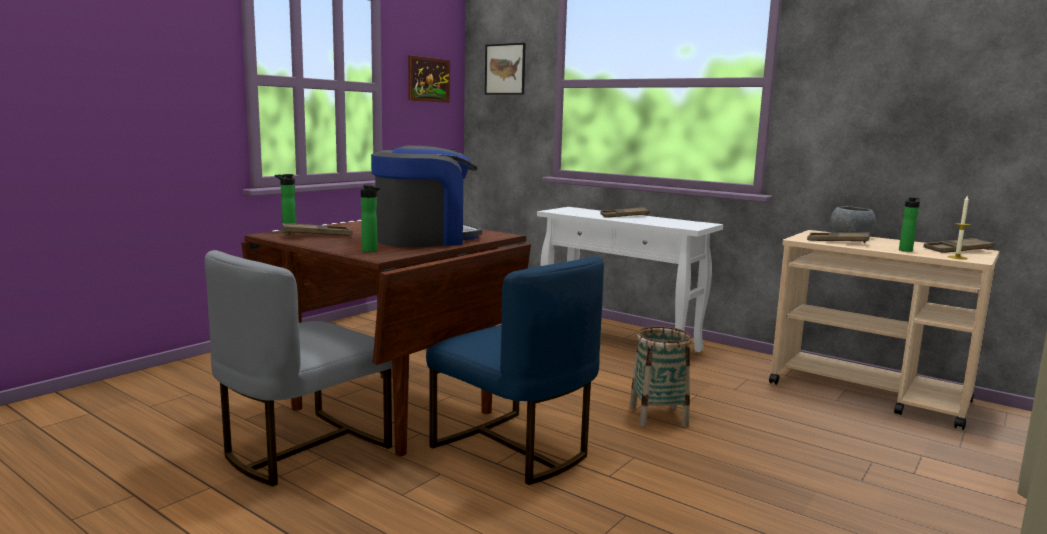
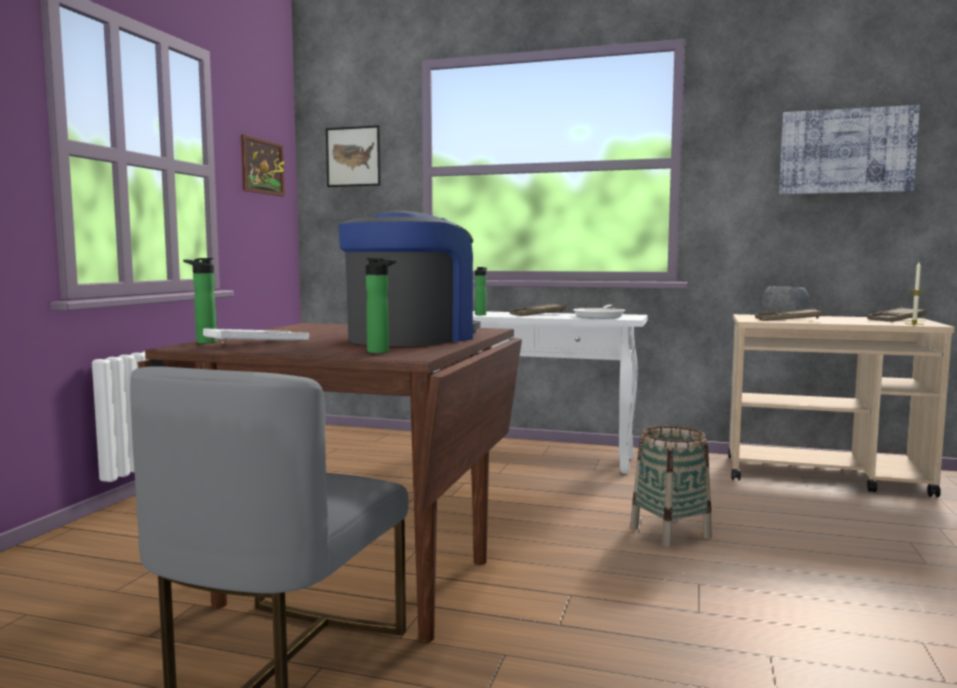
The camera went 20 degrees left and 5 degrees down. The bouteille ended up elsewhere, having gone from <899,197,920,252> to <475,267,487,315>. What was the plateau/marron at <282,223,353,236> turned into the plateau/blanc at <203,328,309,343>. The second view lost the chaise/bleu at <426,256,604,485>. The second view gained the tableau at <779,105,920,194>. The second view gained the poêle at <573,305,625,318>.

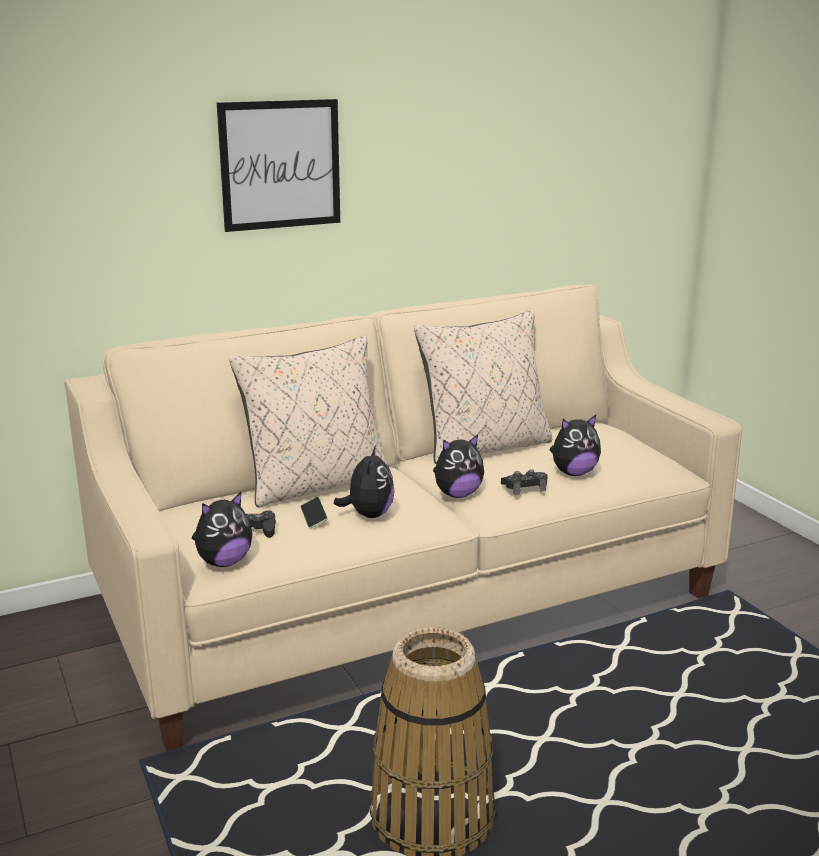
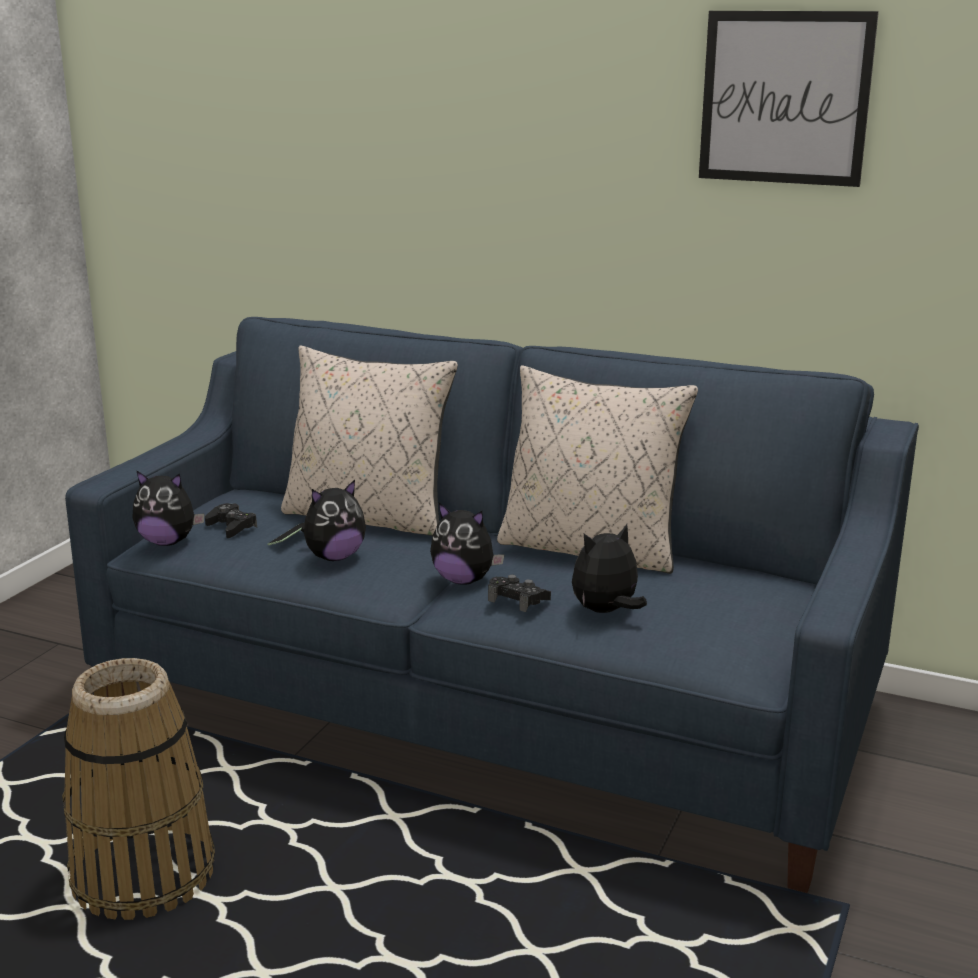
The camera went 50 degrees right and 0 degrees up. The tableau ended up elsewhere, having gone from <217,99,340,232> to <699,11,879,187>. What was the canapé/beige at <64,285,742,751> turned into the canapé/bleu at <65,317,919,893>. The peluche at <550,415,601,476> ended up facing another way, 120 degrees clockwise from before.

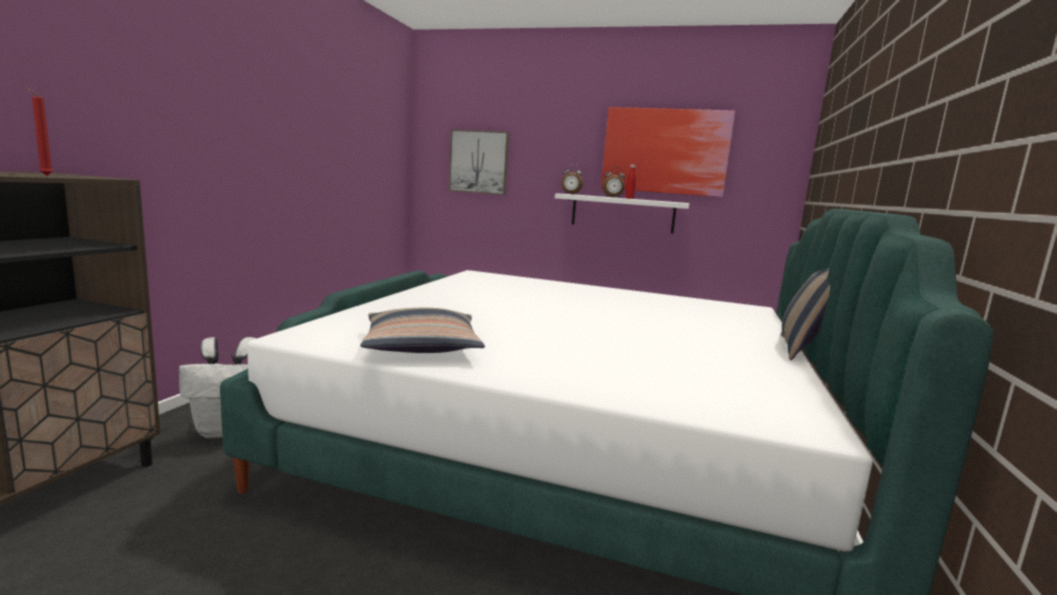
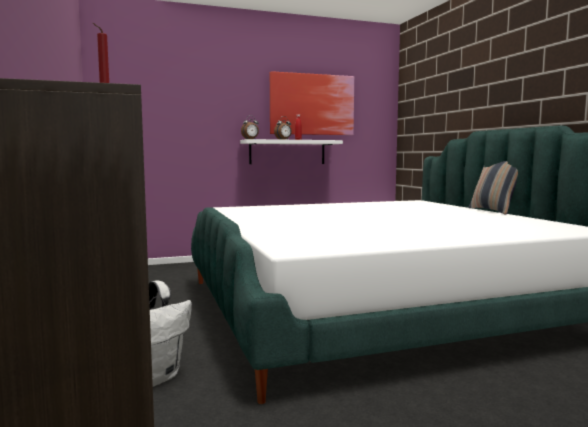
The camera went 35 degrees left and 5 degrees down. The second view lost the tableau at <449,129,509,195>. The second view lost the coussin at <360,307,485,353>.

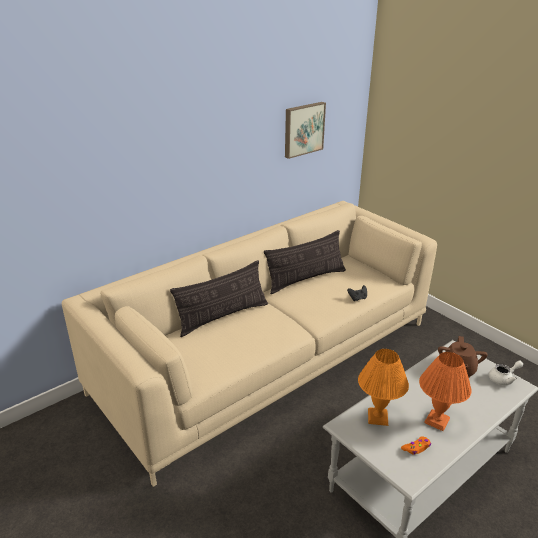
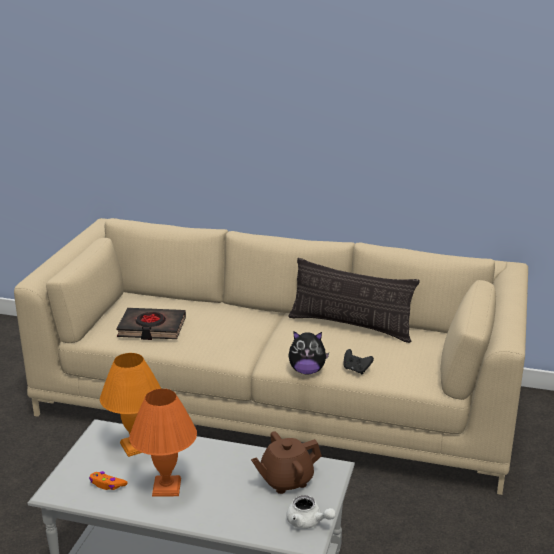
The camera went 55 degrees right and 5 degrees down. The second view lost the tableau at <285,102,326,159>. The second view lost the coussin at <170,260,268,337>. The second view gained the livre/noir at <116,308,186,340>. The second view gained the peluche at <288,332,329,375>.

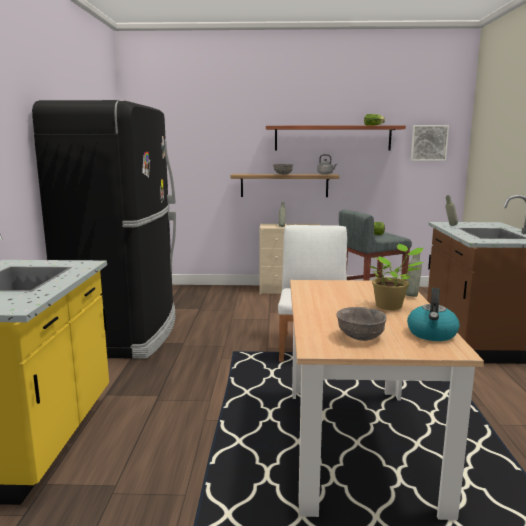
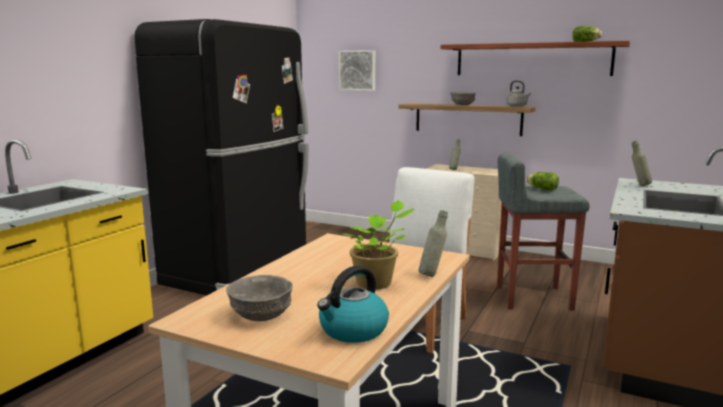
The camera went 25 degrees right and 0 degrees up. The tableau ended up elsewhere, having gone from <410,125,449,161> to <339,50,375,91>.

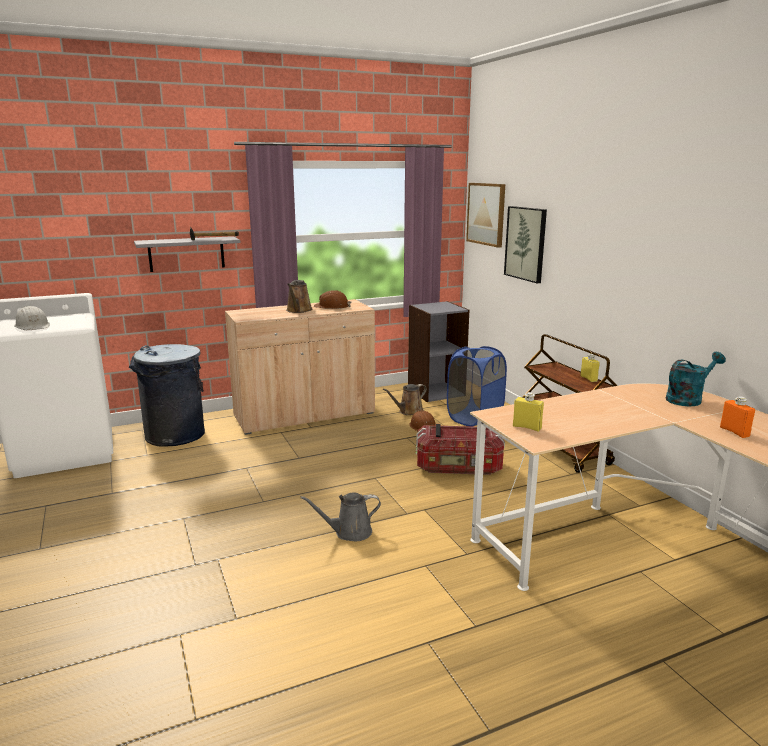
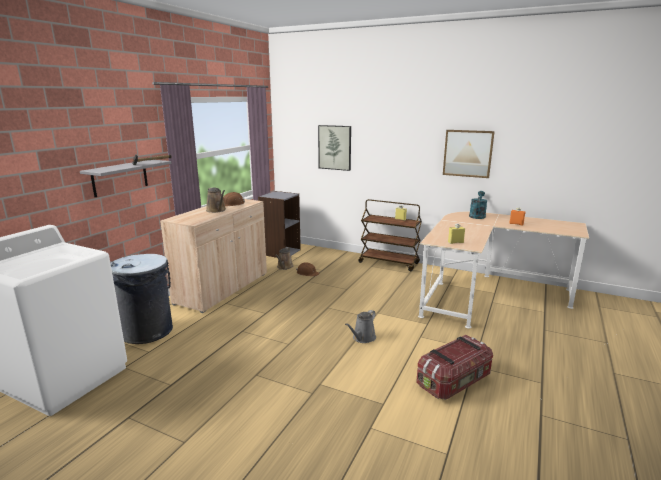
The camera went 40 degrees left and 0 degrees up. The tableau ended up elsewhere, having gone from <466,183,505,248> to <443,130,495,178>. The second view lost the casque de chantier/blanc at <14,306,50,330>. The second view lost the panier à linge/bleu at <447,346,507,427>. The boîte de rangement ended up elsewhere, having gone from <416,424,505,475> to <416,335,493,400>.

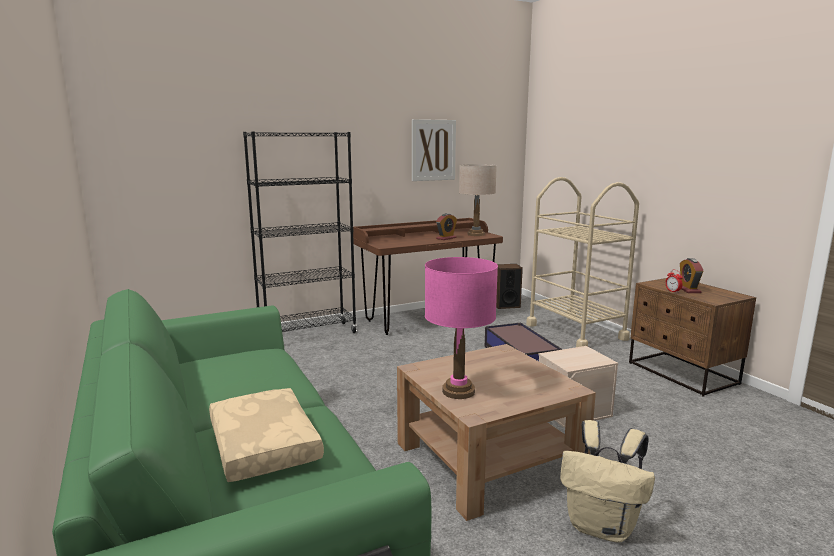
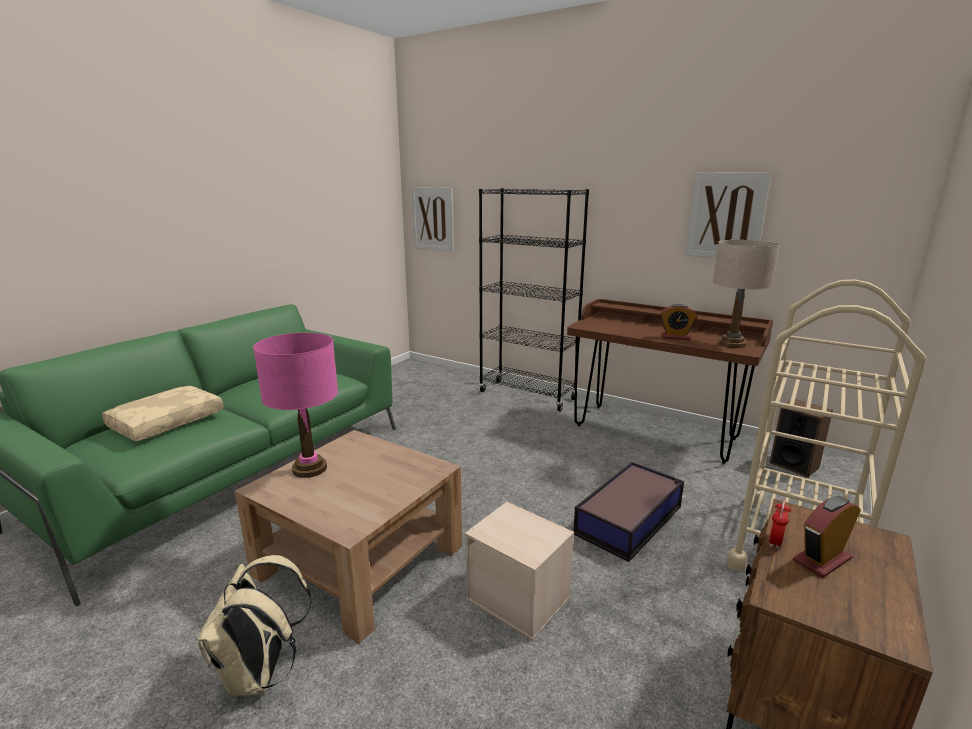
The camera went 60 degrees right and 5 degrees up. The second view gained the tableau at <411,187,454,252>.

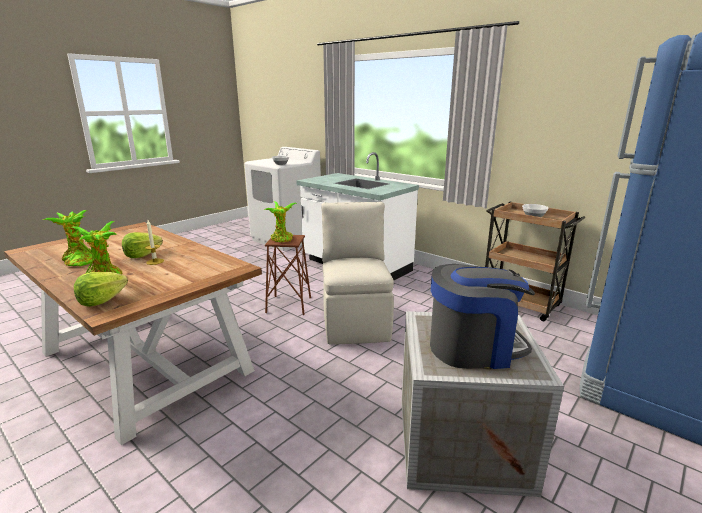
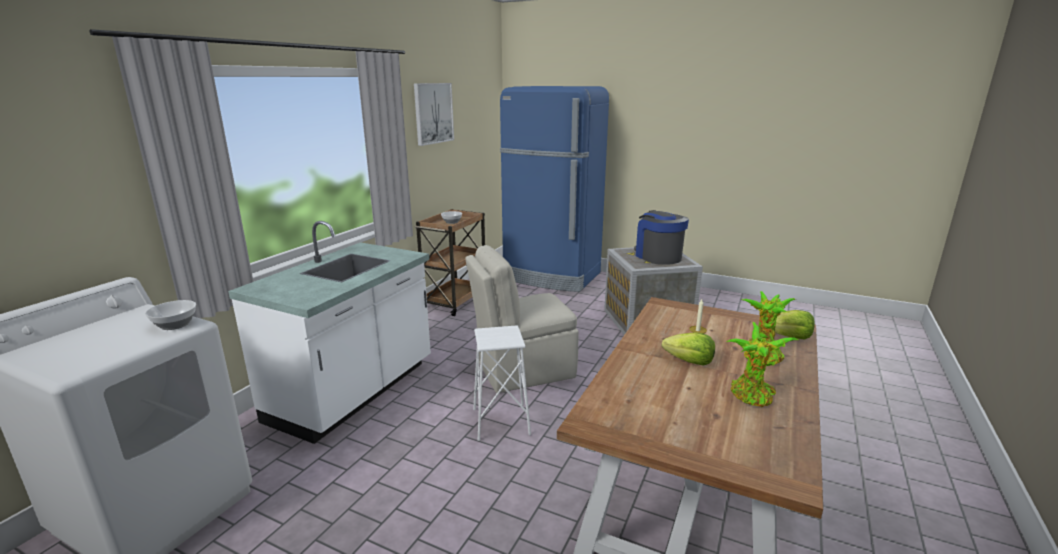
The camera went 105 degrees left and 0 degrees up. The second view lost the plante en pot at <264,201,297,242>. What was the tabouret/marron at <265,235,311,315> turned into the tabouret/blanc at <473,325,531,441>. The second view gained the tableau at <414,83,454,146>.

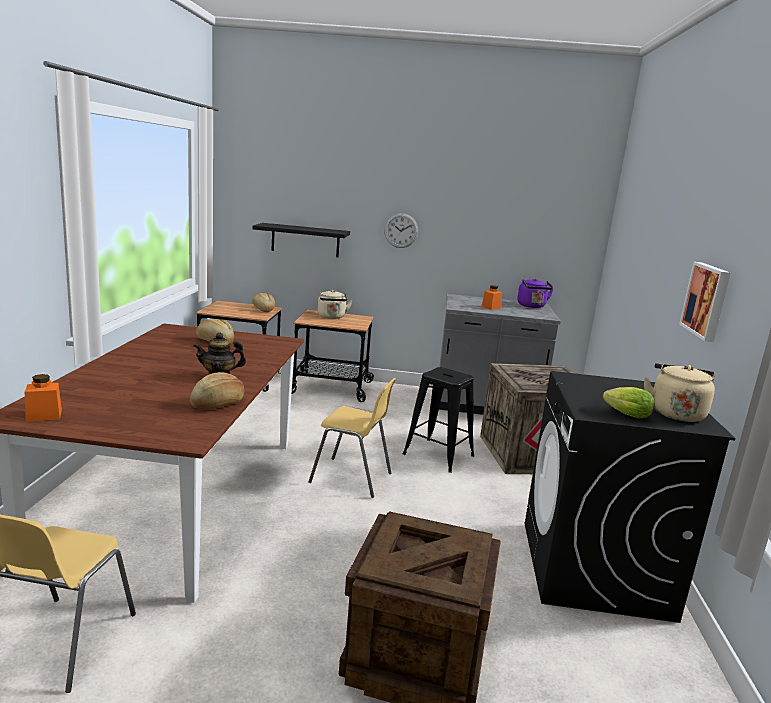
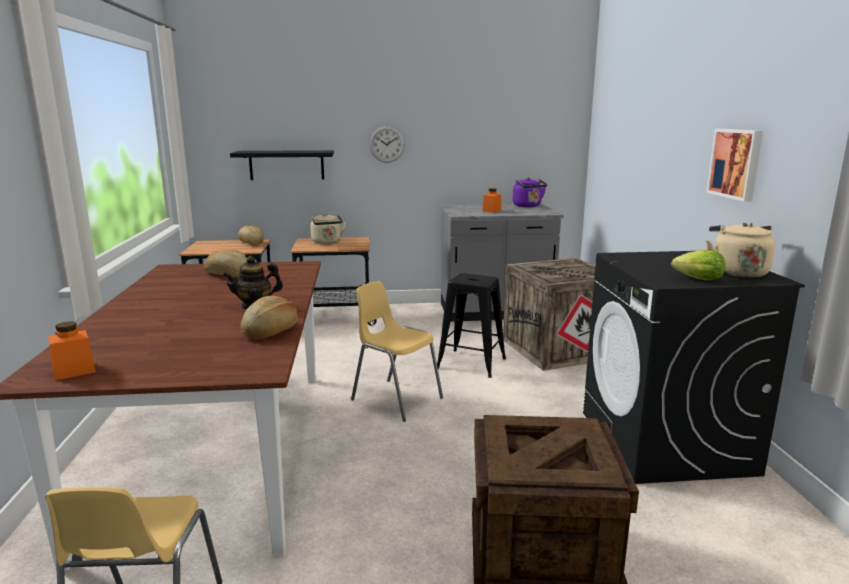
The camera went 10 degrees left and 0 degrees up. The chaise/jaune at <308,378,396,498> ended up facing another way, 150 degrees counterclockwise from before.

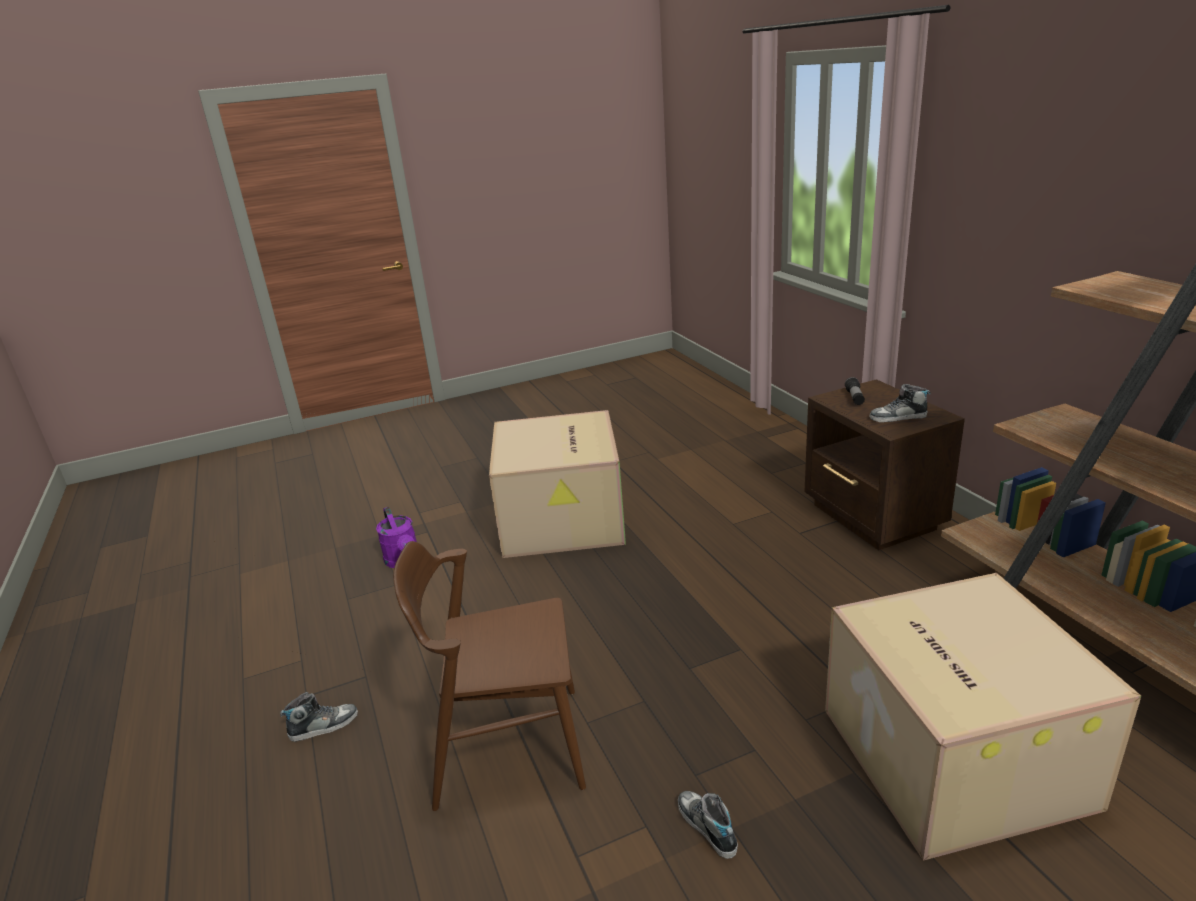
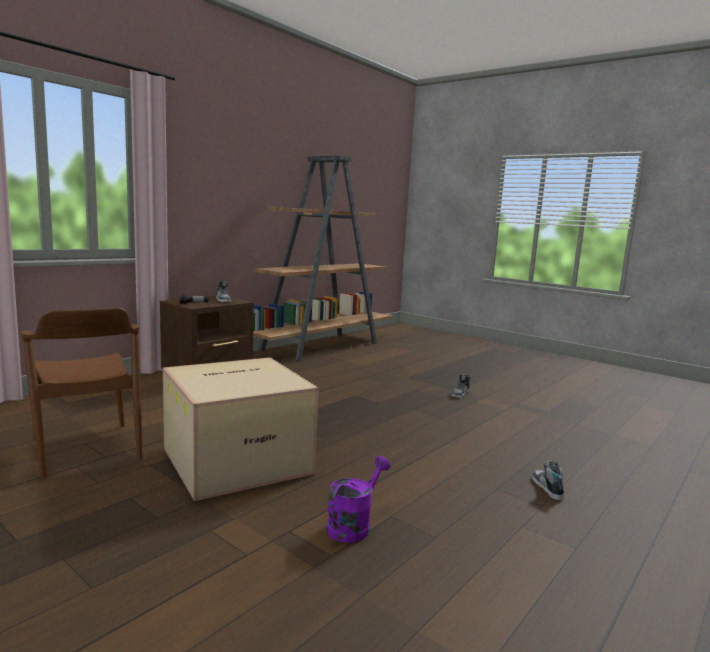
The camera went 120 degrees left and 15 degrees down. The chaise/marron ended up elsewhere, having gone from <393,541,586,811> to <22,307,142,479>. The second view lost the carton at <825,573,1141,861>. The chaussure at <280,692,358,742> ended up facing another way, 45 degrees clockwise from before.

